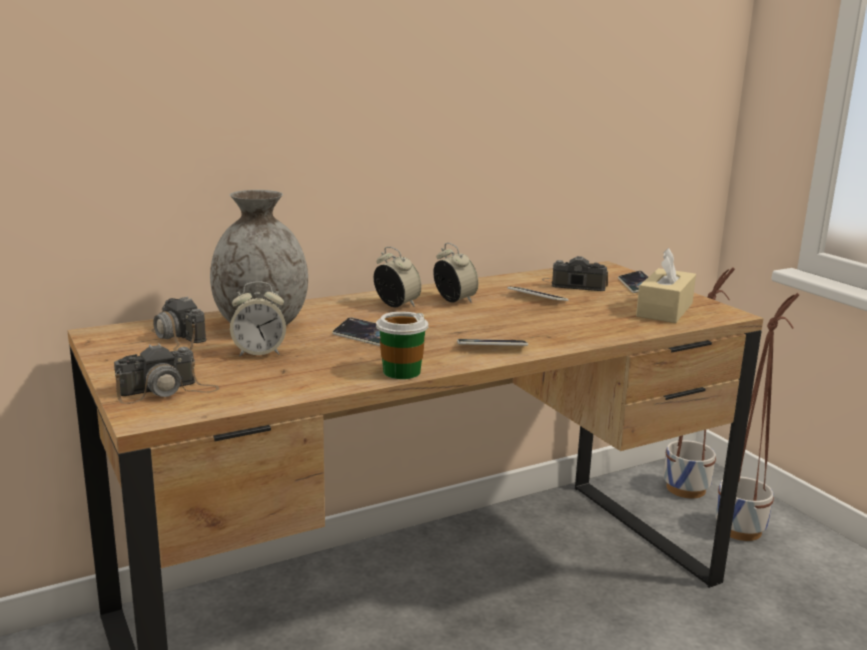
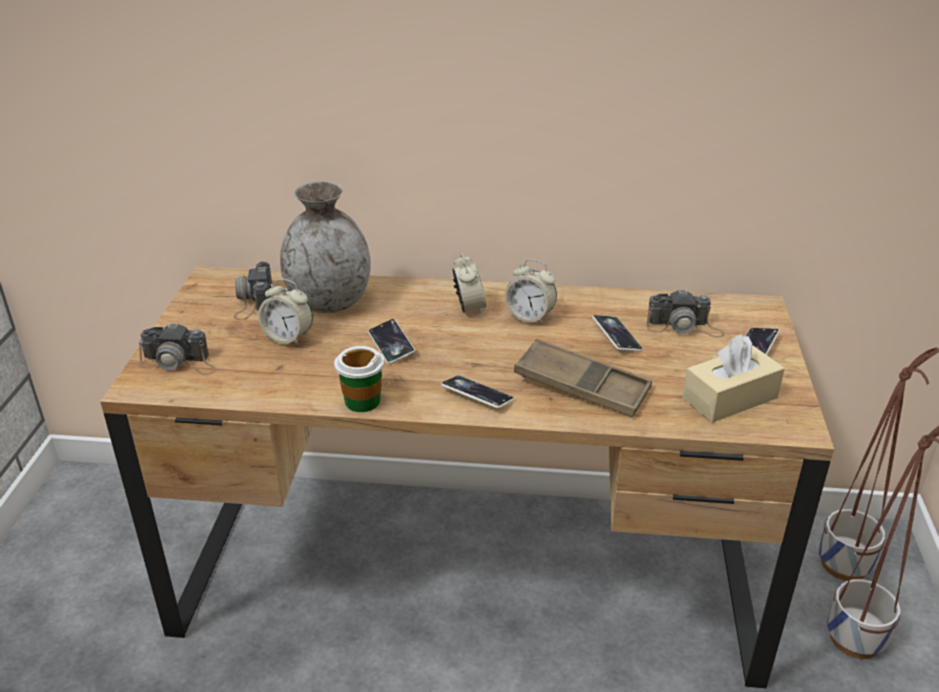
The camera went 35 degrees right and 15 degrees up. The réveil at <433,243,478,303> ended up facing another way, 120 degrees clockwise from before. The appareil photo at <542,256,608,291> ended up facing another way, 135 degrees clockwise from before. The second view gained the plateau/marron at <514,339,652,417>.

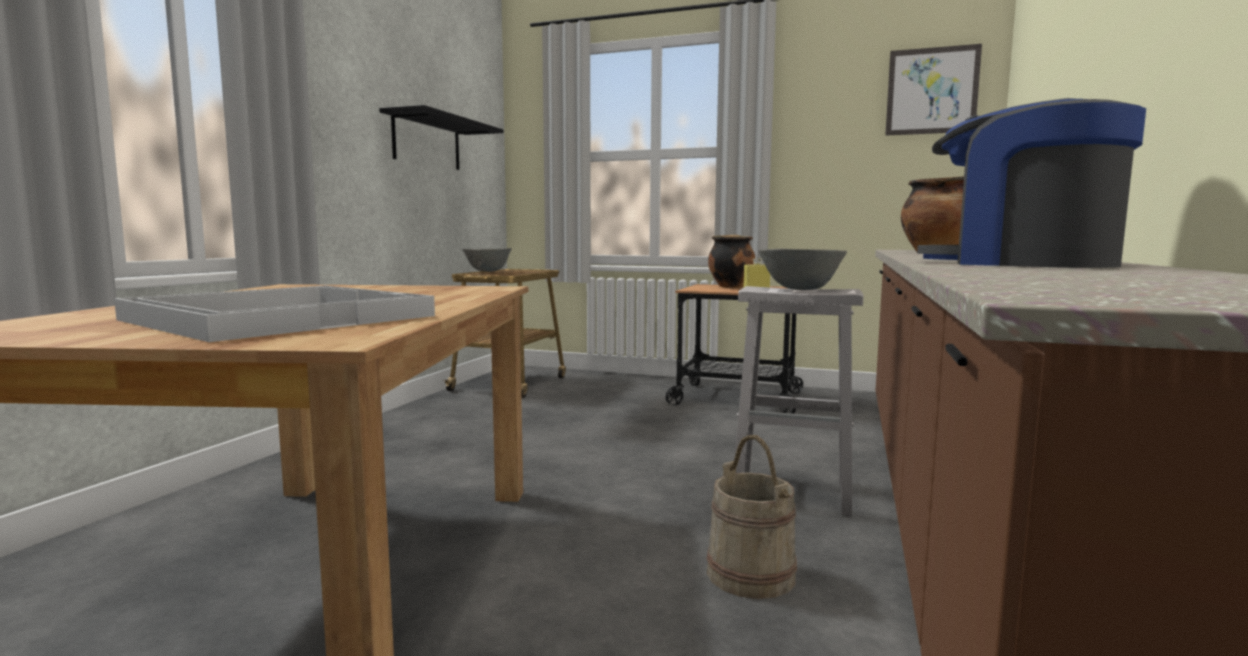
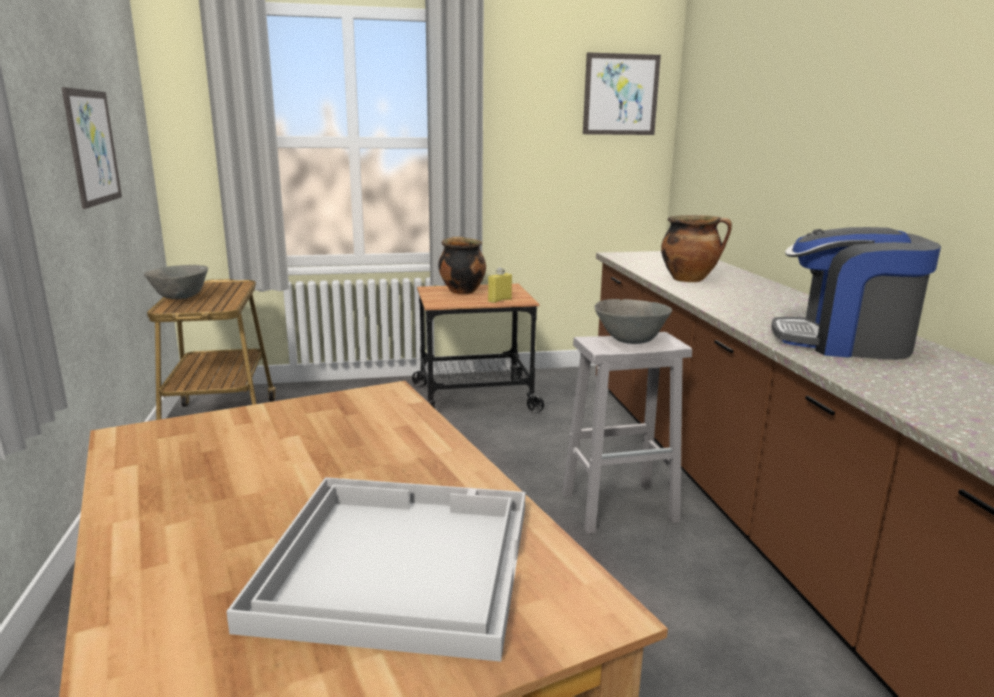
The camera went 30 degrees left and 10 degrees up. Where the étagère/noir hung at <379,105,504,170>, the tableau came to hang at <61,87,122,209>. The second view lost the seau/beige at <707,435,797,599>.

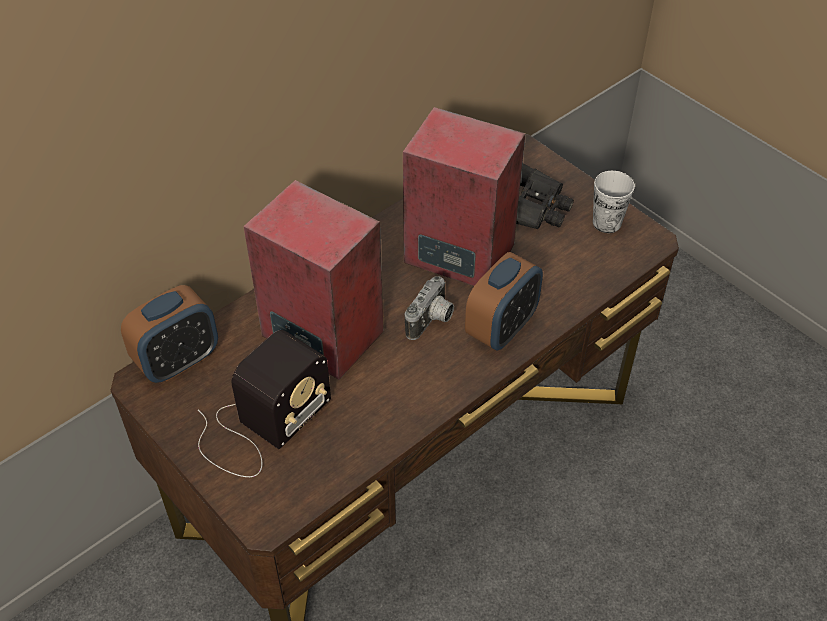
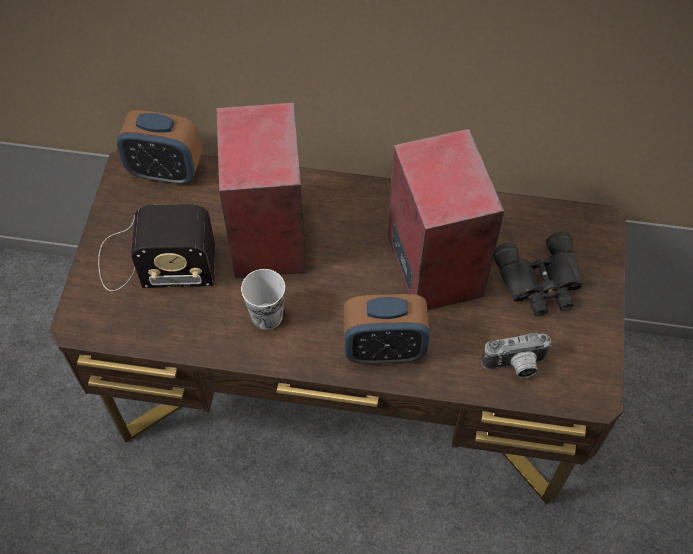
The camera went 50 degrees right and 10 degrees up. The tasse ended up elsewhere, having gone from <593,171,635,233> to <241,269,285,330>. The appareil photo ended up elsewhere, having gone from <405,276,454,340> to <481,333,552,378>.

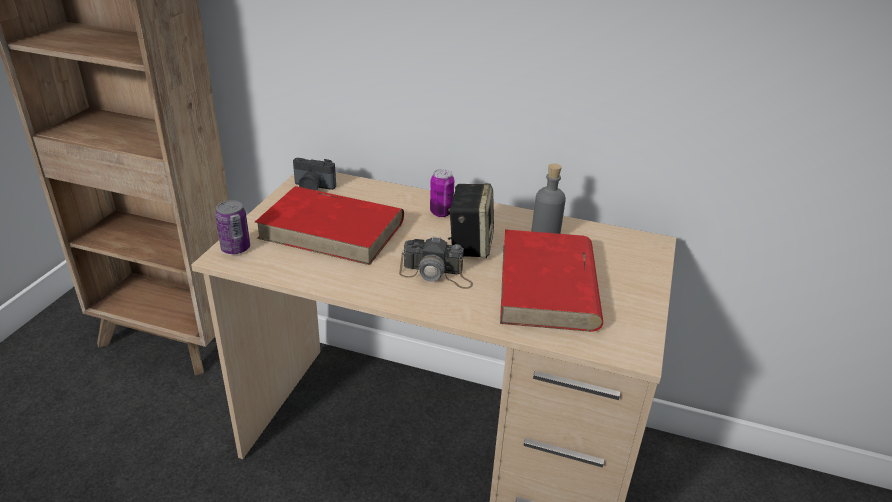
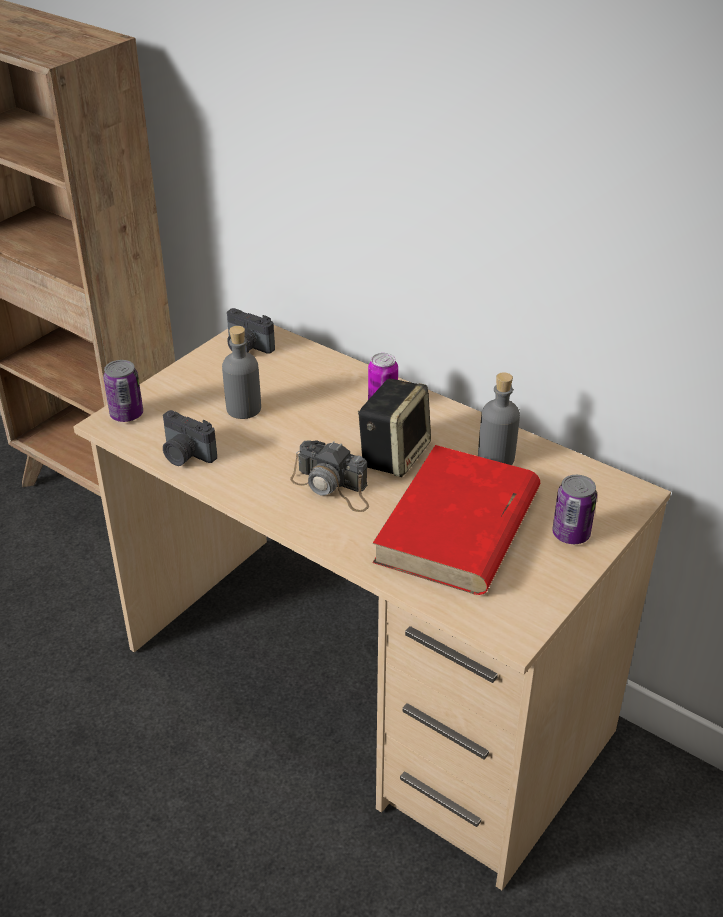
The camera went 20 degrees right and 5 degrees up. Where the livre/rouge stood at <255,186,404,265>, the bouteille/gris came to stand at <222,326,261,419>. The second view gained the appareil photo at <163,410,217,466>. The second view gained the boîte métallique at <552,475,597,544>.

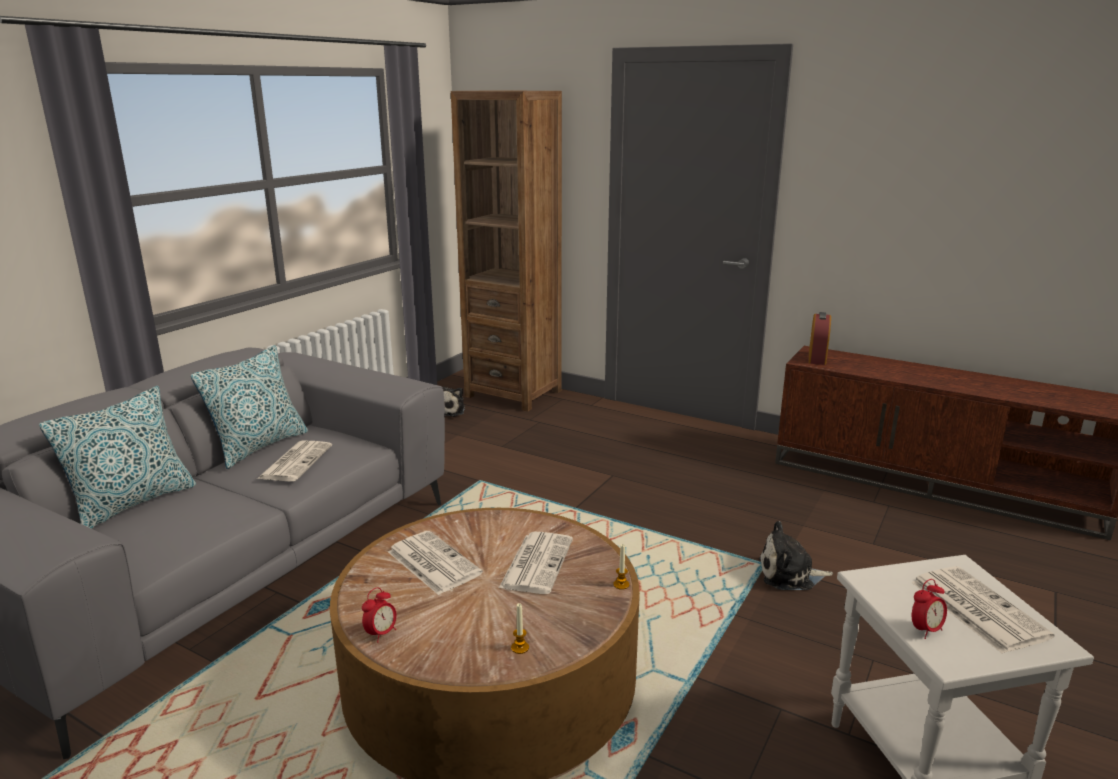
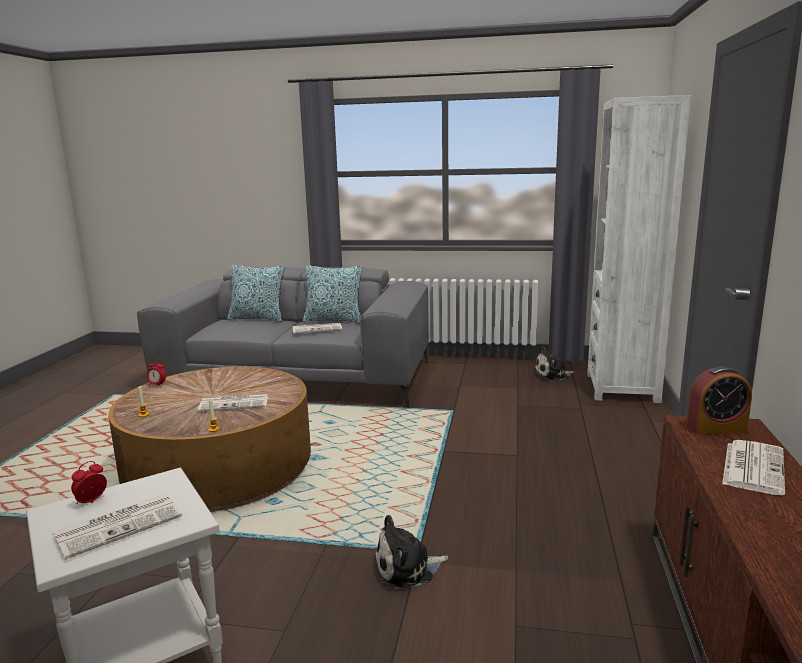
The camera went 70 degrees right and 5 degrees down. What was the bibliothèque/marron at <451,90,562,411> turned into the bibliothèque/blanc at <587,95,691,403>. The peluche at <759,521,833,590> ended up facing another way, 90 degrees counterclockwise from before. The journal ended up elsewhere, having gone from <388,531,483,595> to <722,440,785,495>. The réveil at <912,579,947,639> ended up facing another way, 90 degrees clockwise from before.

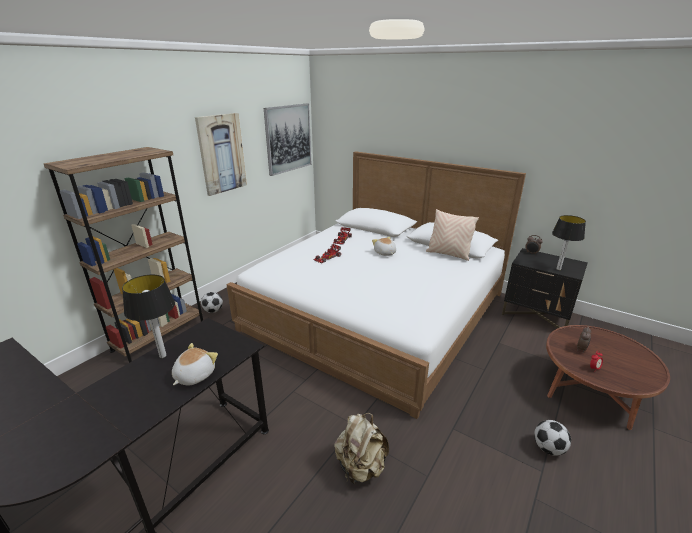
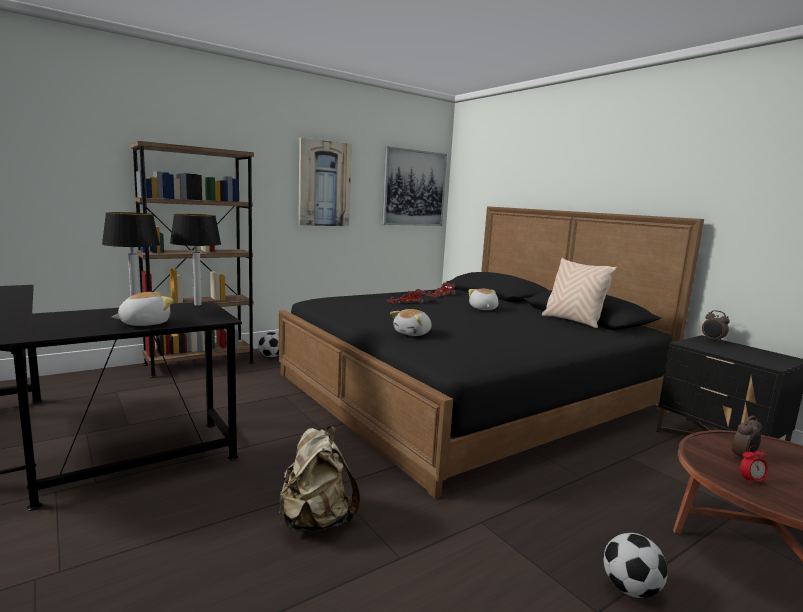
The camera went 20 degrees right and 15 degrees down. What was the lit/blanc at <226,151,526,419> turned into the lit/noir at <279,206,704,499>. The lampe de table ended up elsewhere, having gone from <552,215,586,270> to <170,214,221,306>. The second view gained the peluche at <390,309,432,336>.

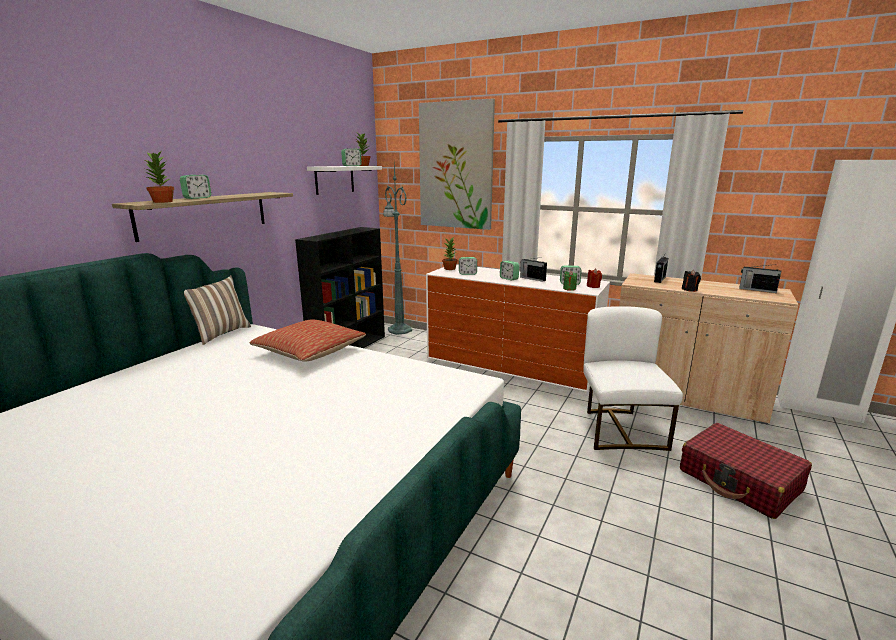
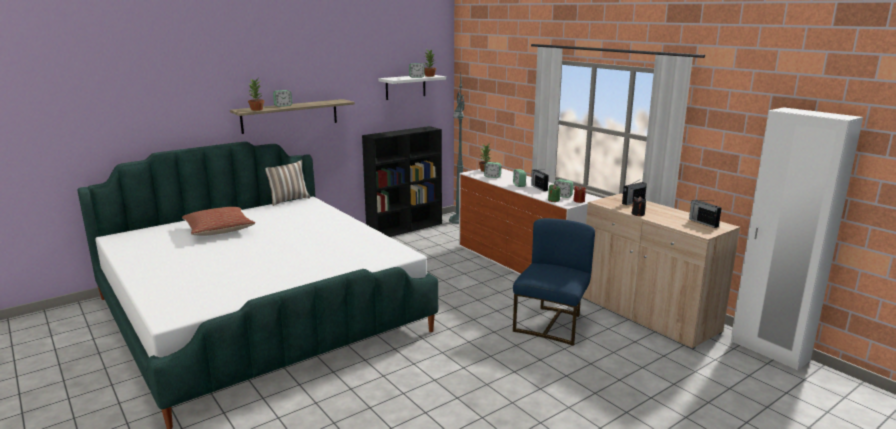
The camera went 25 degrees right and 0 degrees up. The second view lost the tableau at <419,98,495,230>. What was the chaise/blanc at <583,306,683,451> turned into the chaise/bleu at <513,218,595,346>. The coussin ended up elsewhere, having gone from <250,320,366,362> to <182,207,255,236>. The second view lost the valise/rouge at <680,423,812,519>.

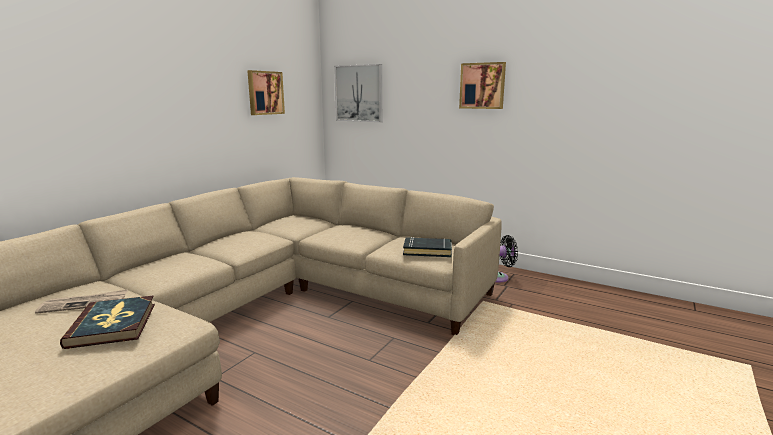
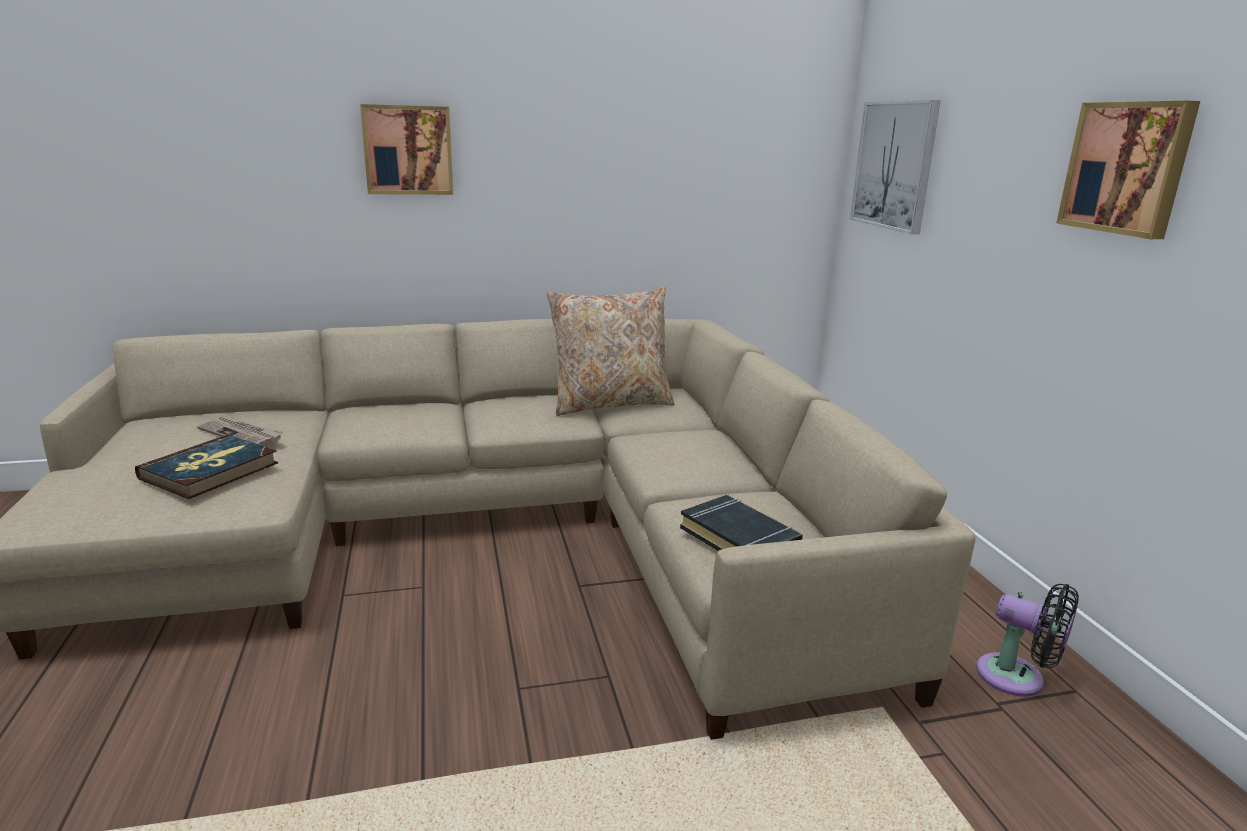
The camera went 45 degrees right and 5 degrees up. The tableau ended up elsewhere, having gone from <247,70,285,115> to <360,104,453,195>. The second view gained the coussin/beige at <547,287,675,416>.

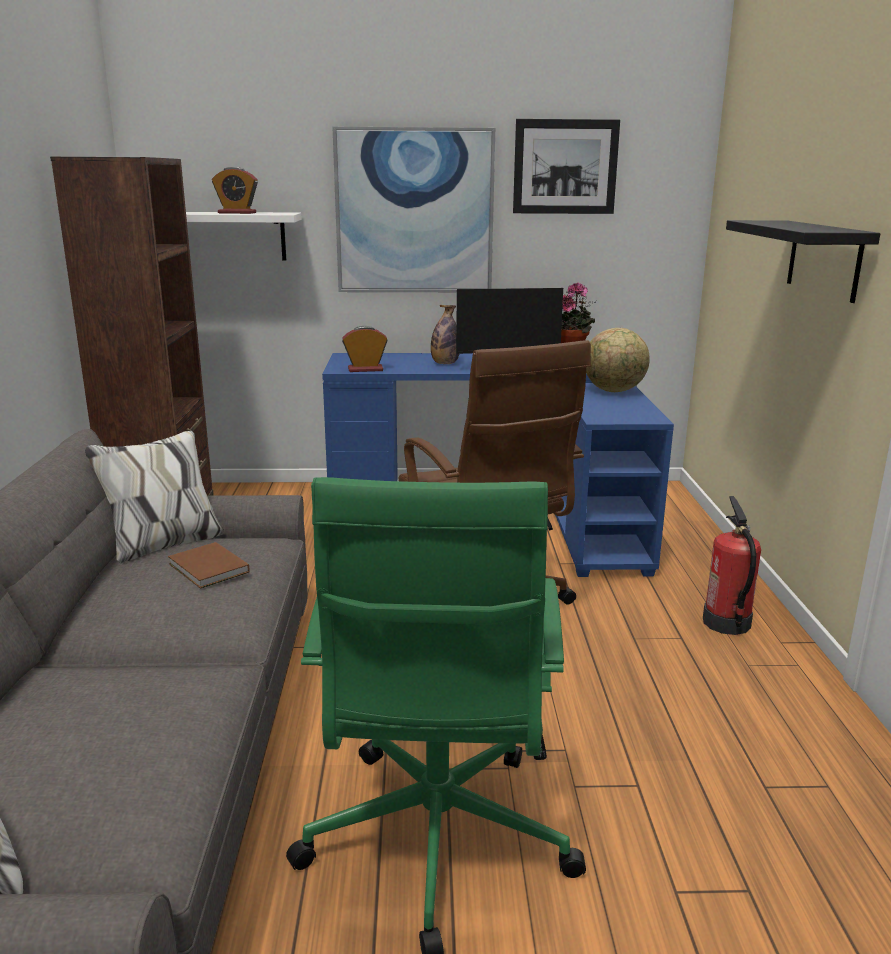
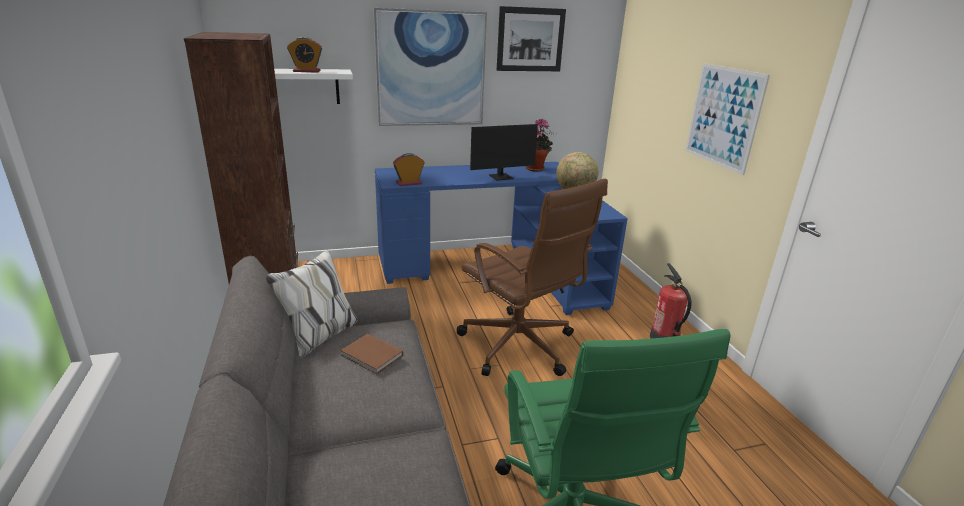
The camera went 15 degrees left and 5 degrees up. Where the étagère/noir hung at <726,220,880,303>, the tableau came to hang at <685,63,770,175>. The second view lost the bouteille at <431,305,459,364>.

